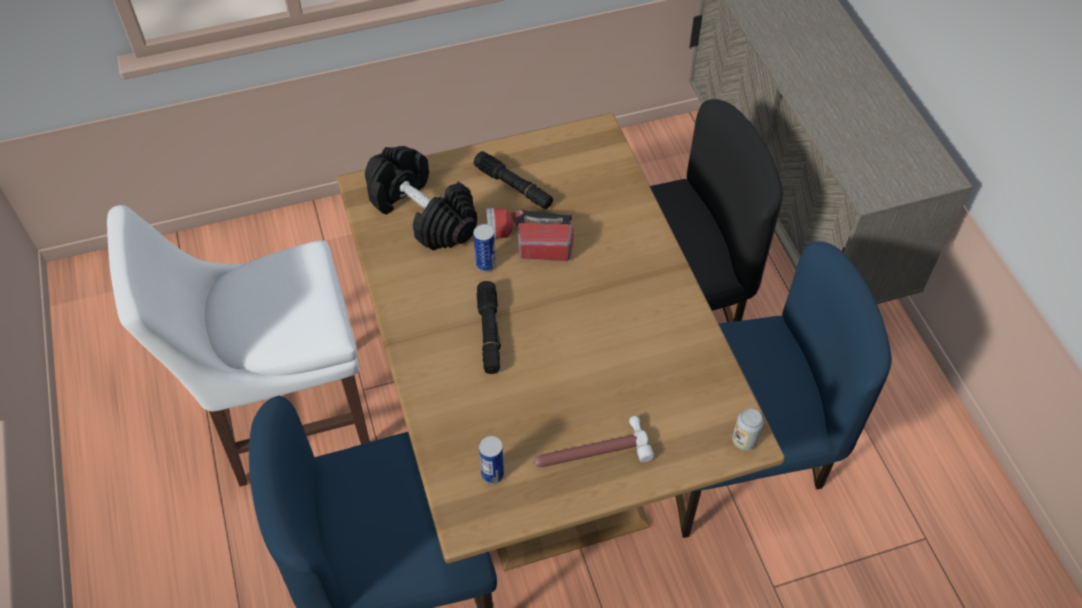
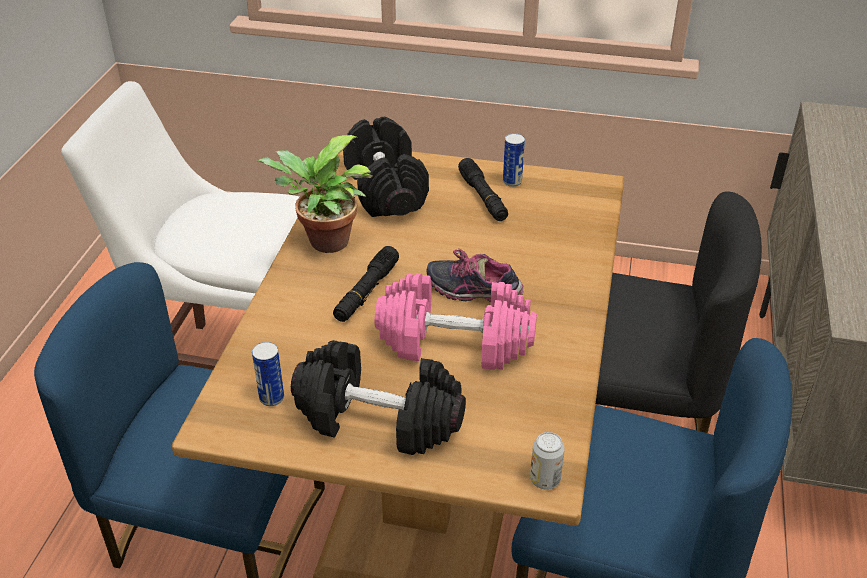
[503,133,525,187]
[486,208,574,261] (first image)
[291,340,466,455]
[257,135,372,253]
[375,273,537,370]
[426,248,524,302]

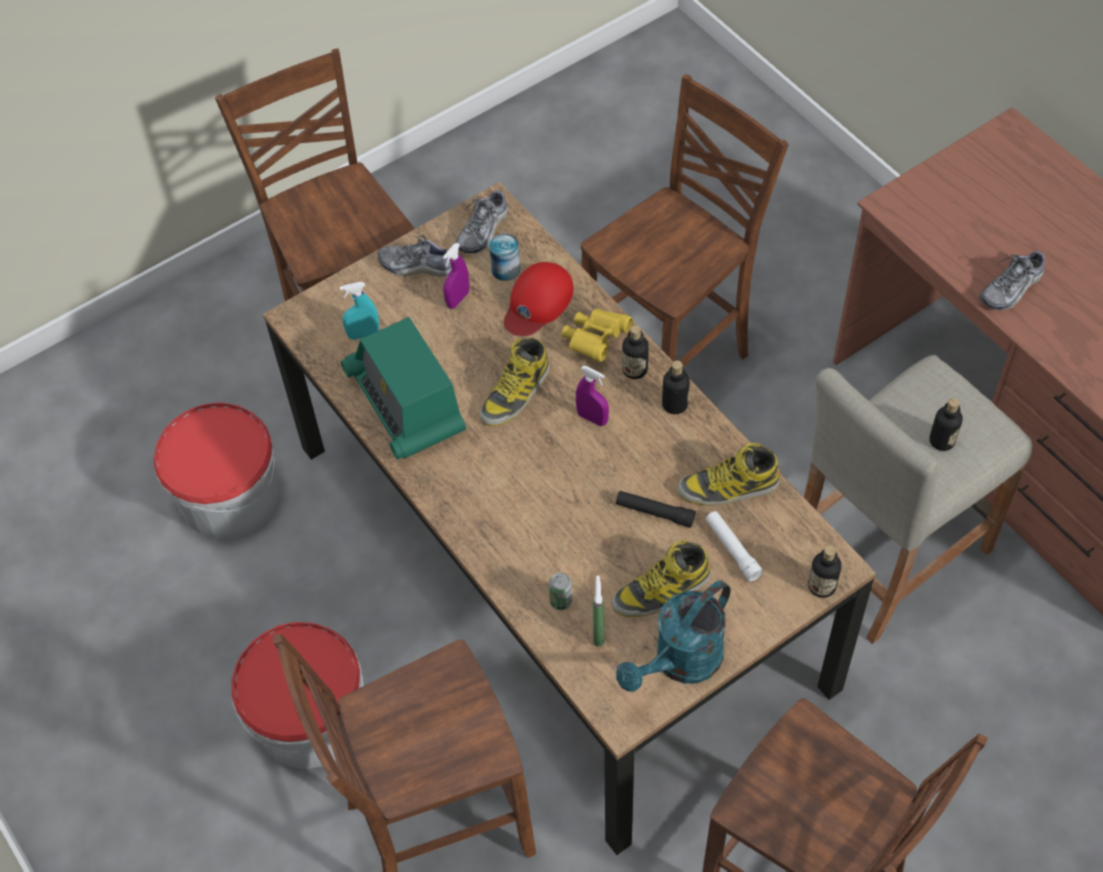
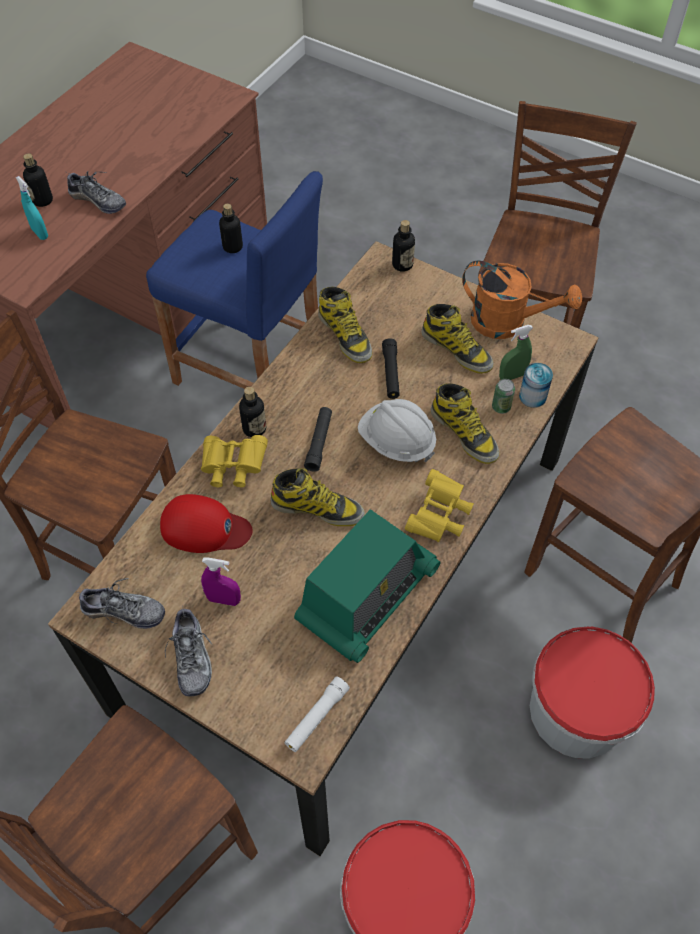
[15,176,48,240]
[519,363,553,408]
[304,407,332,472]
[462,261,582,339]
[23,153,53,207]
[284,676,350,752]
[146,171,323,389]
[358,399,436,462]
[405,469,474,542]
[431,383,499,464]

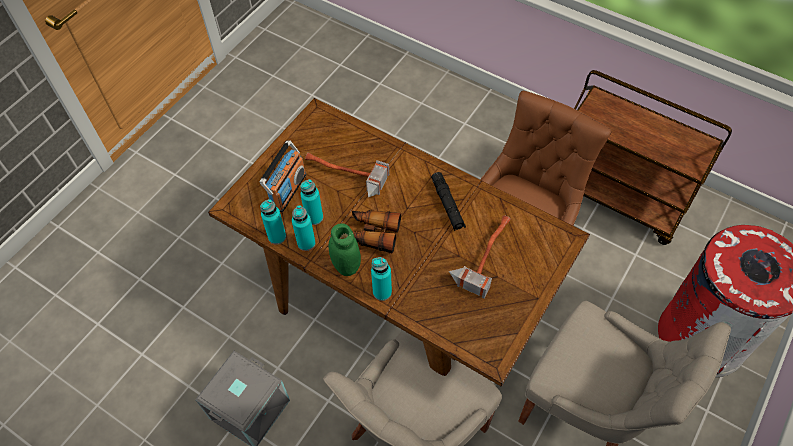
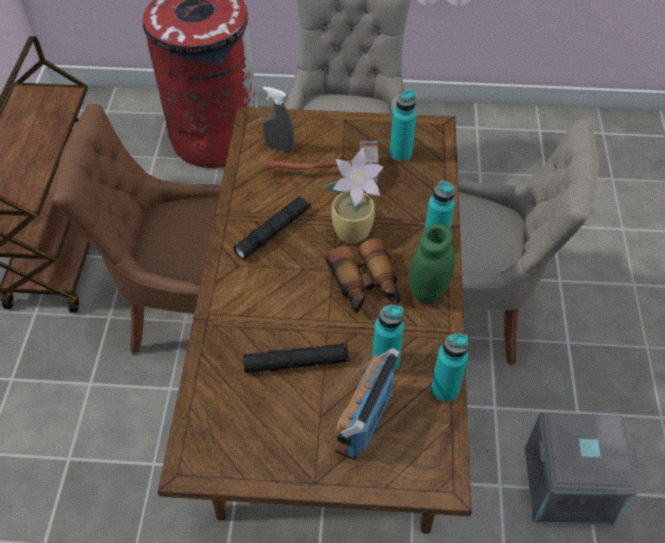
[335,348,400,460]
[390,90,417,162]
[243,343,350,373]
[263,87,294,153]
[324,148,383,244]

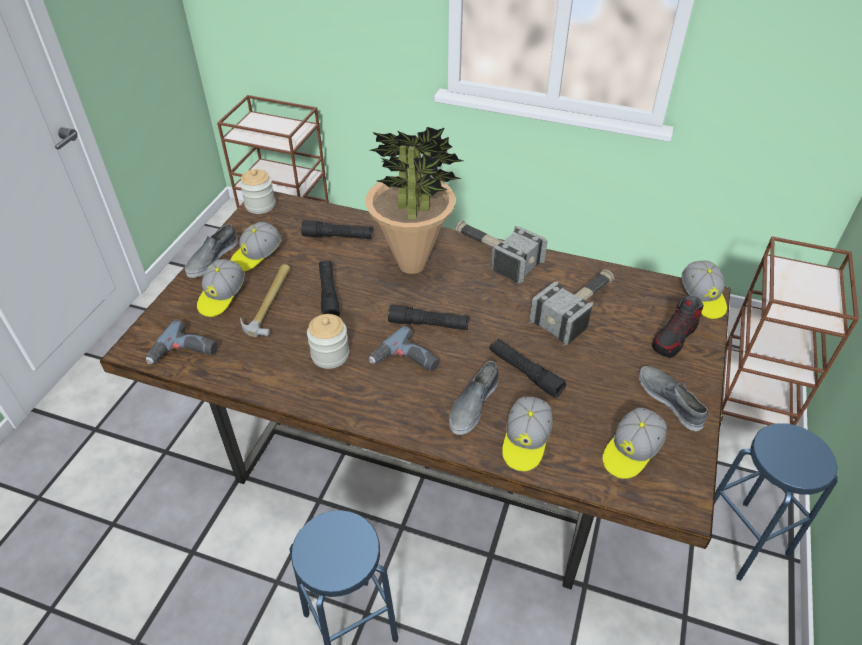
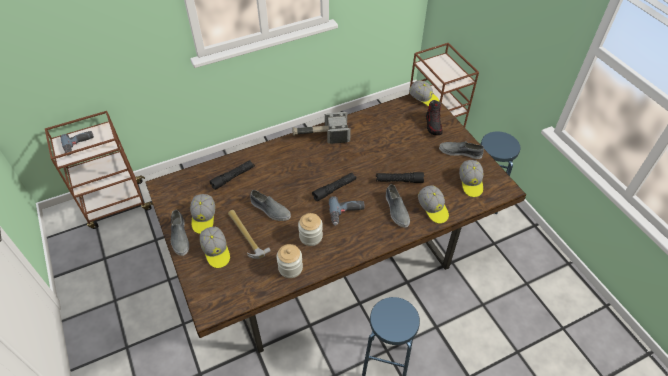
[60,131,94,156]
[276,244,303,278]
[250,190,291,221]
[365,127,463,274] (first image)
[529,269,614,346] (first image)

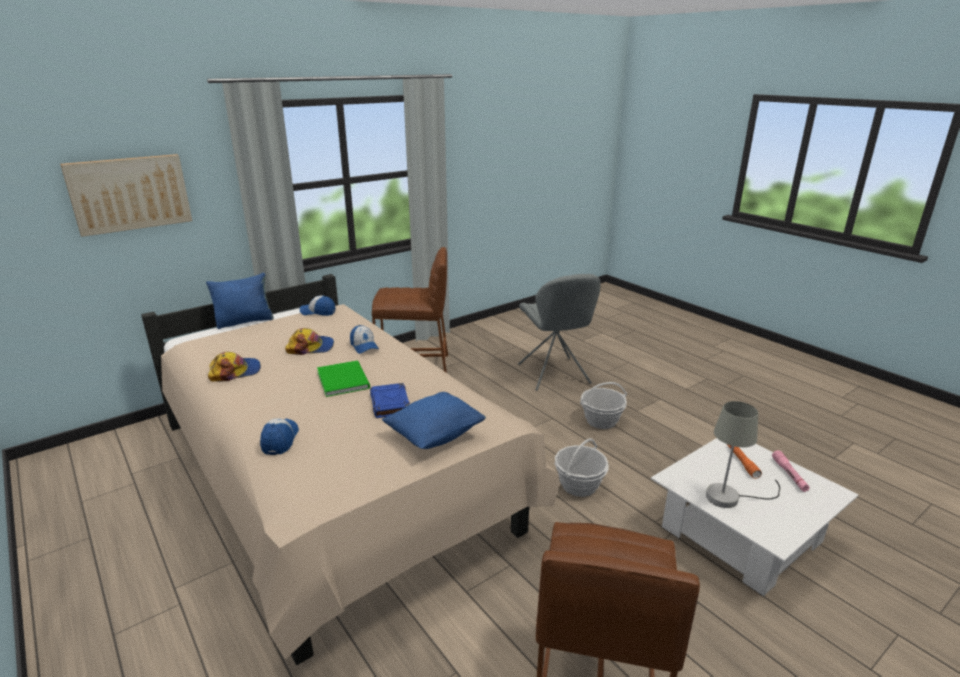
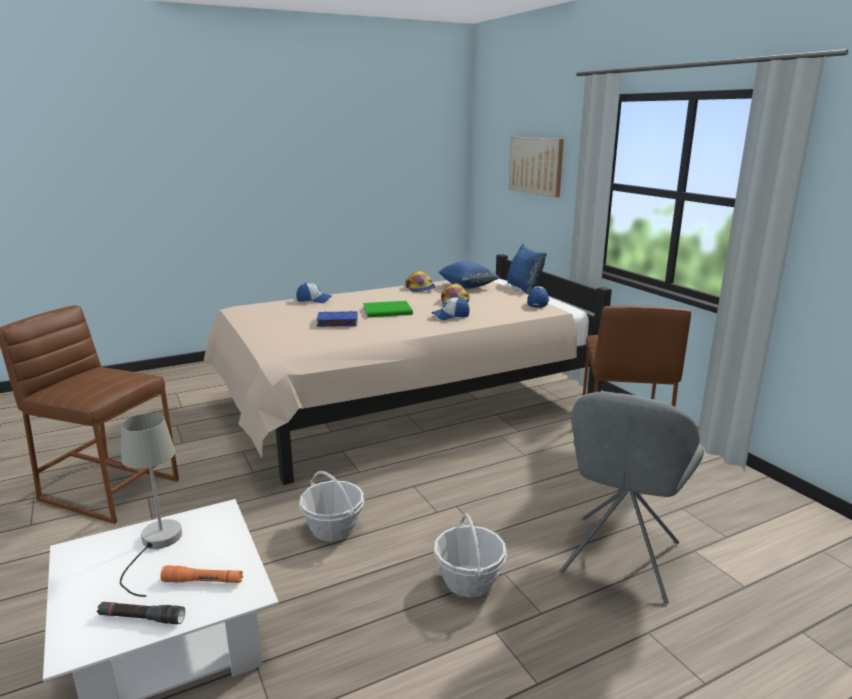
[438,261,500,289]
[560,392,704,604]
[97,602,185,624]

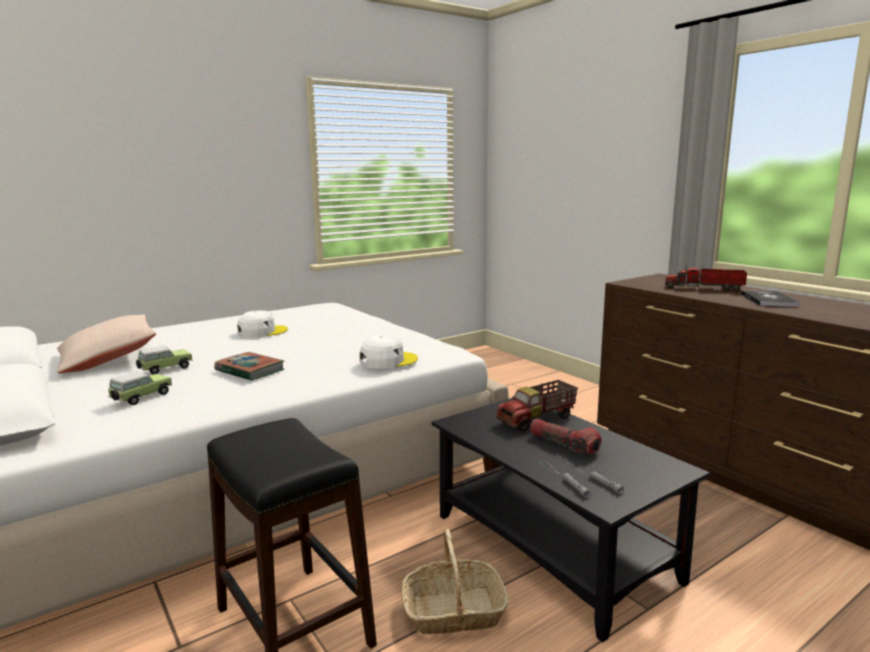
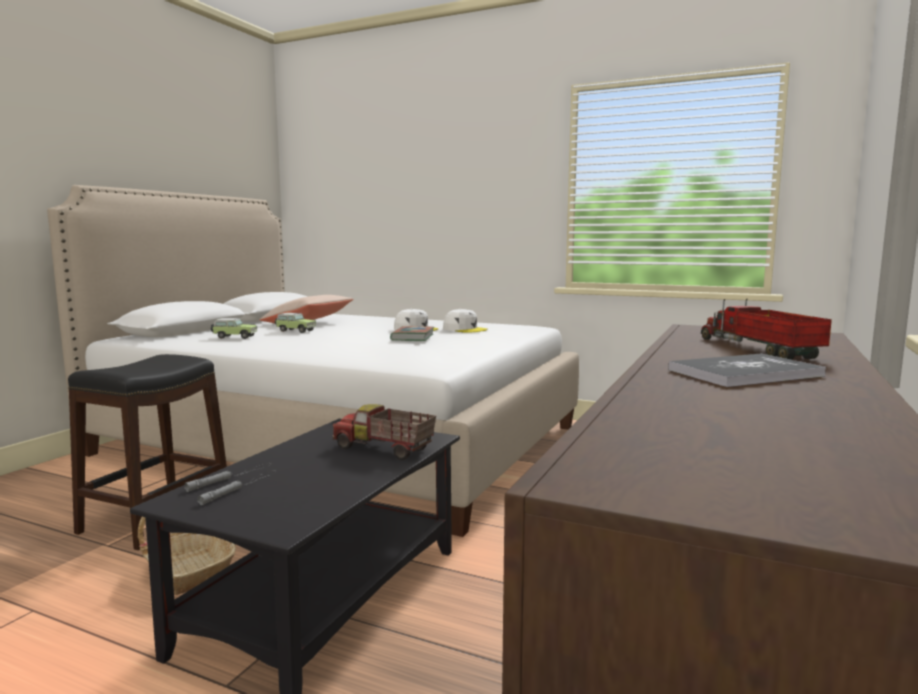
[390,326,434,341]
[443,309,488,333]
[530,419,602,457] (first image)

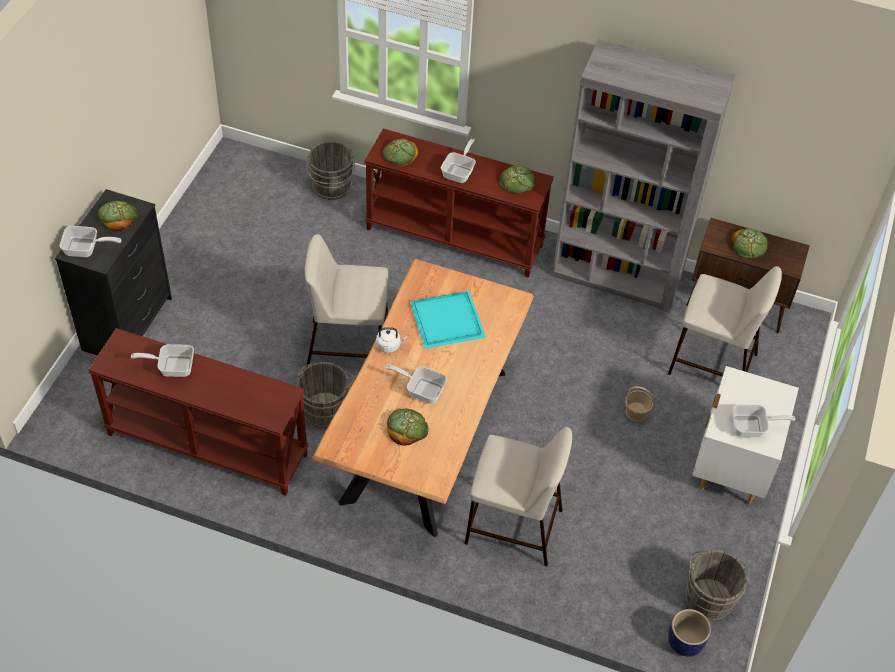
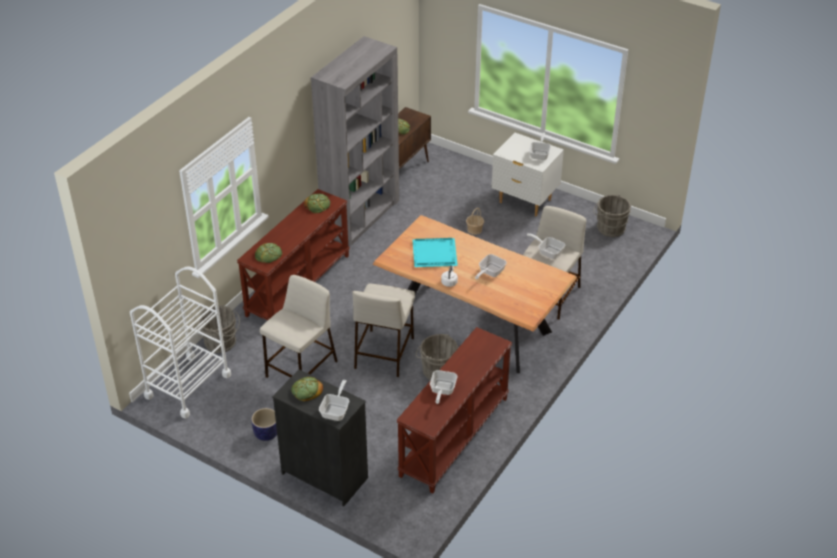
[387,409,429,446] (first image)
[527,233,565,259]
[260,275,338,378]
[251,408,277,441]
[130,267,231,419]

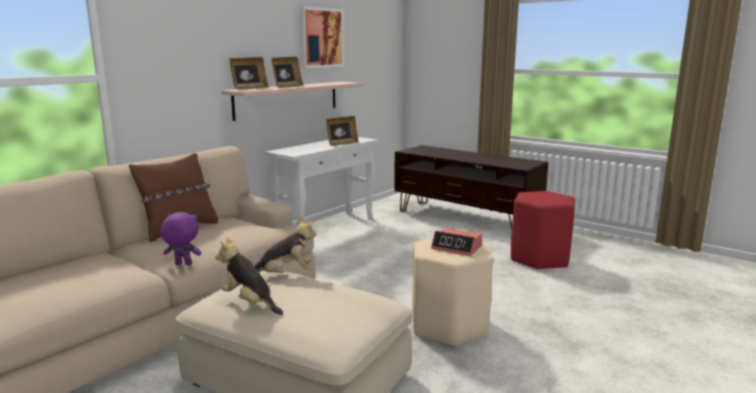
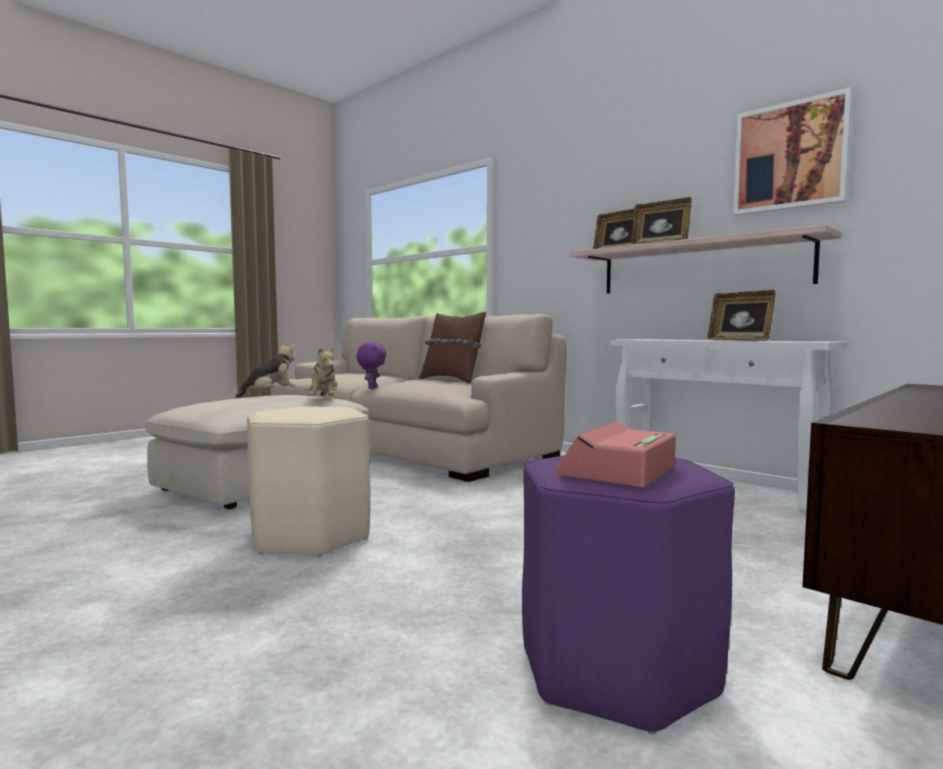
[556,421,676,488]
[522,455,735,734]

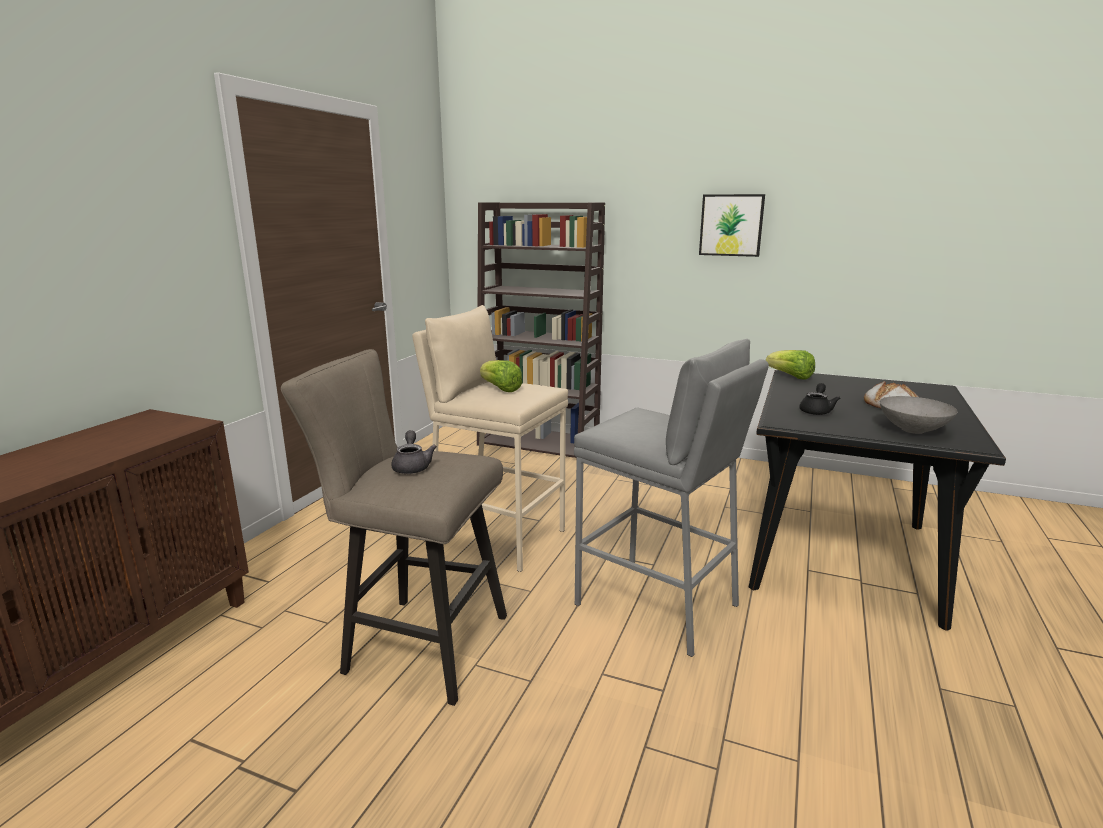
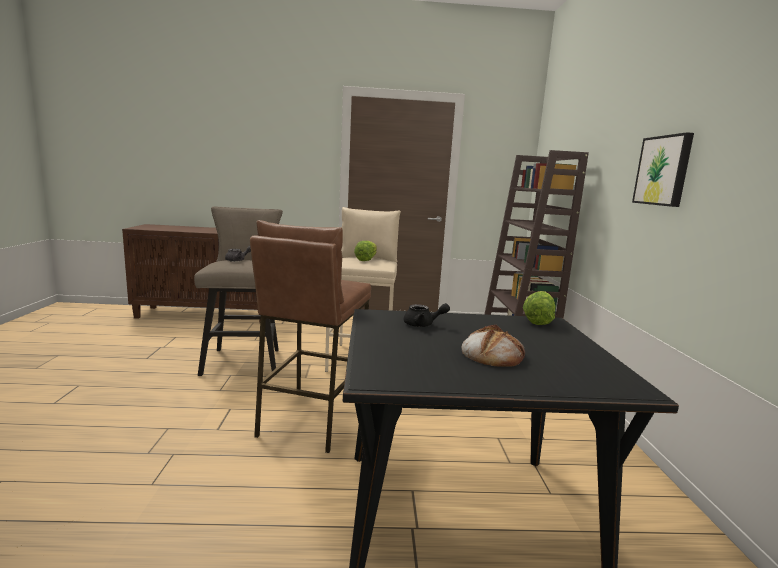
[250,220,371,453]
[880,396,958,434] (first image)

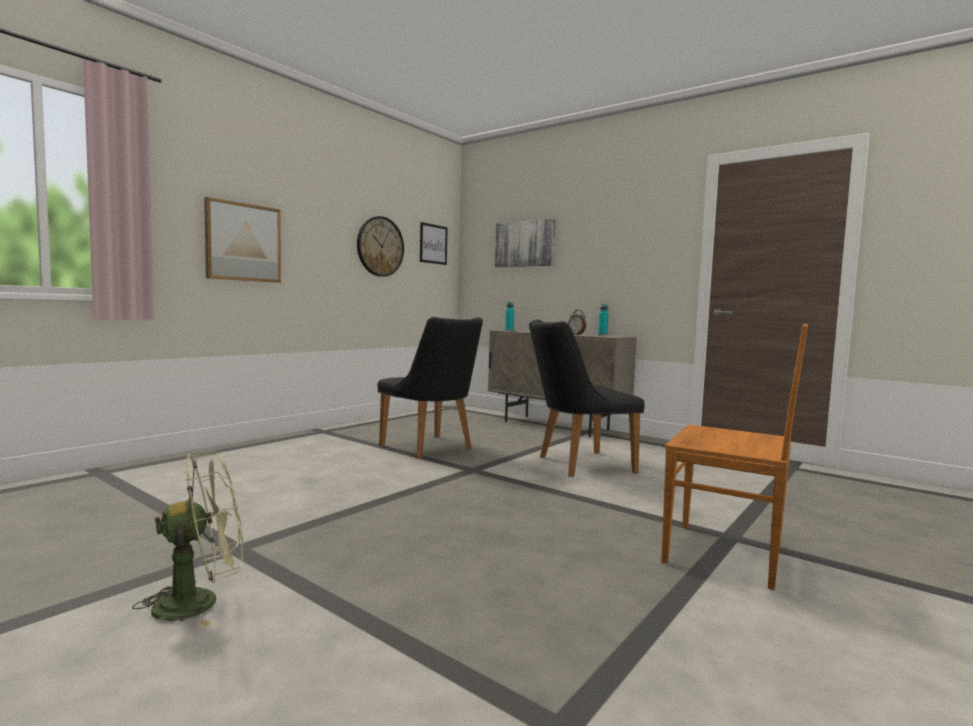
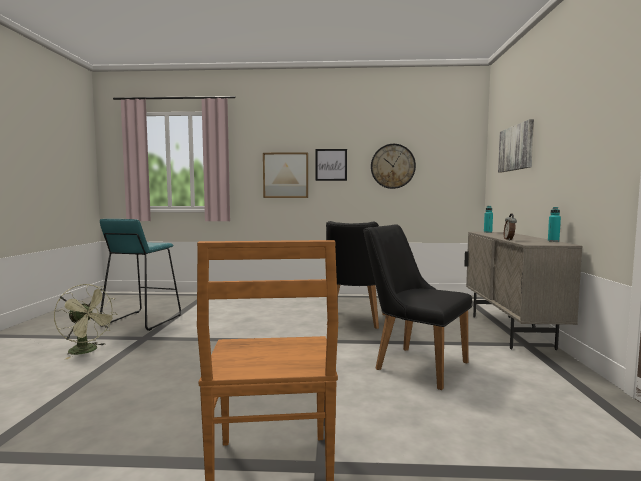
[316,149,347,181]
[100,219,181,331]

